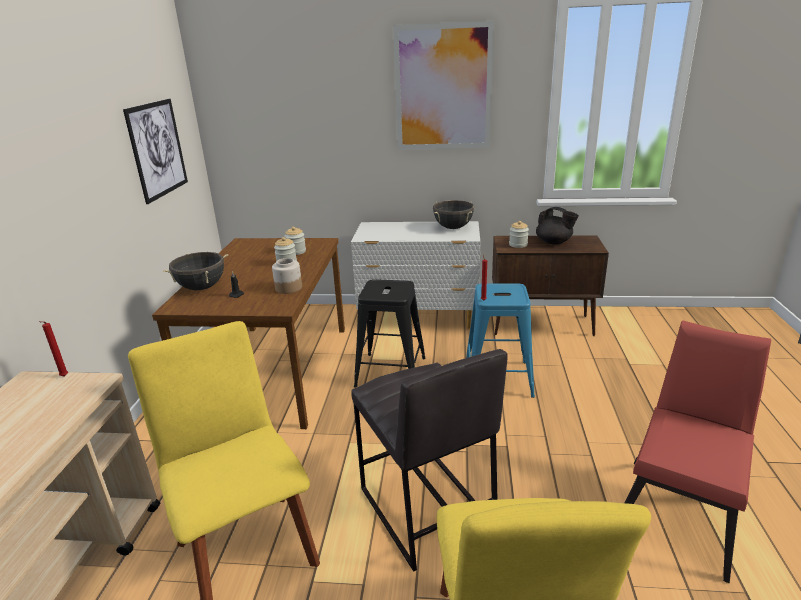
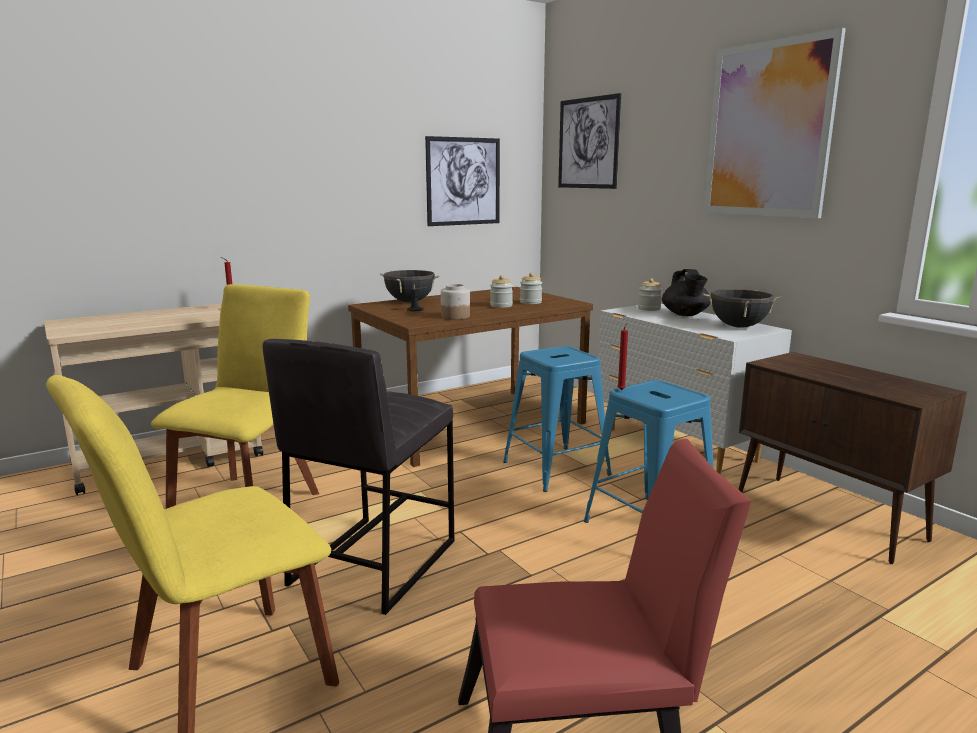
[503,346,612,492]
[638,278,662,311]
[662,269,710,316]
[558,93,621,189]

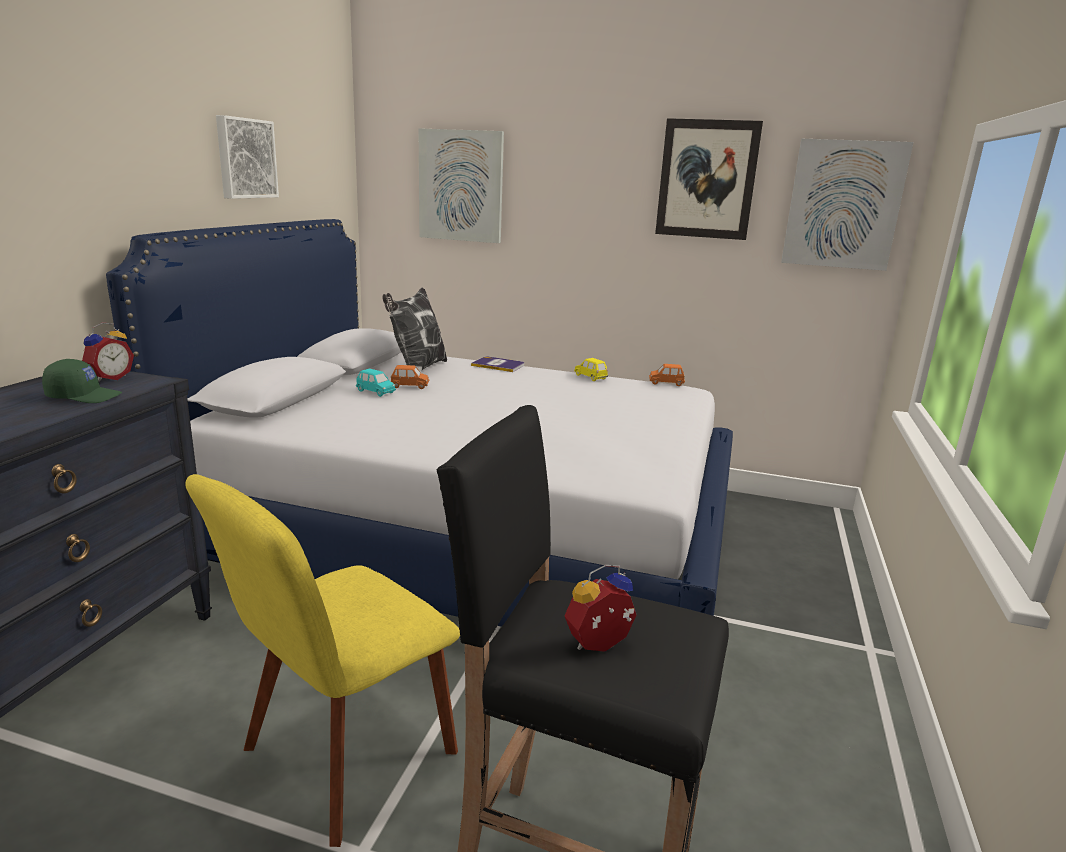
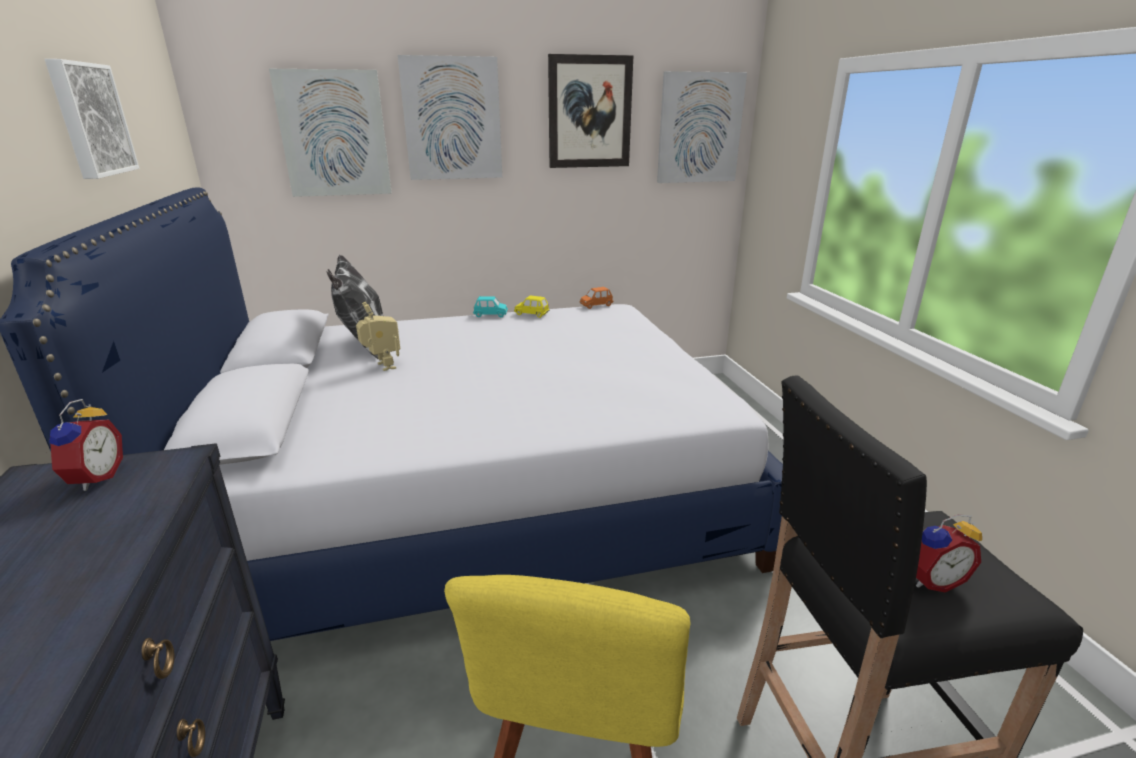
[42,359,122,403] (first image)
[473,296,508,317]
[356,302,400,371]
[471,356,524,372] (first image)
[916,514,982,593]
[398,55,502,180]

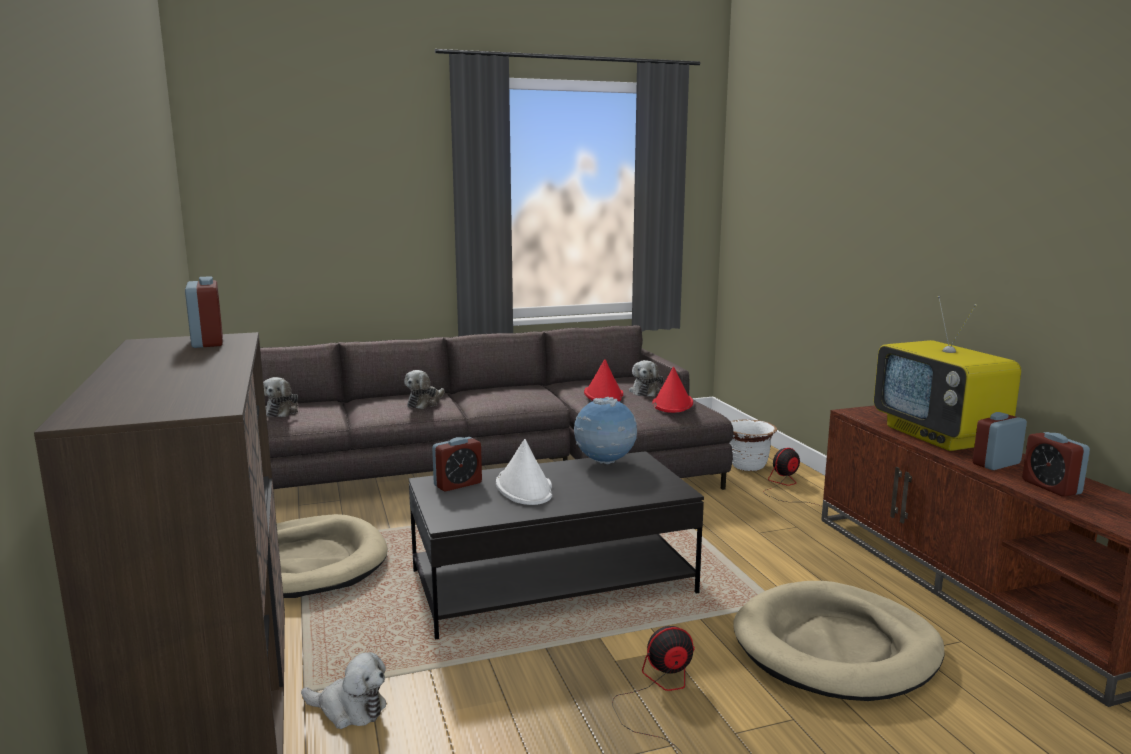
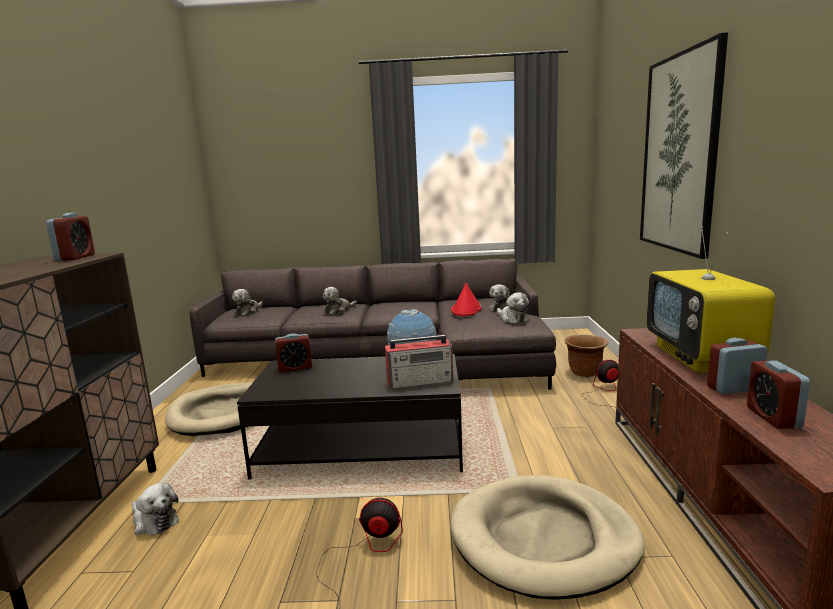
[496,439,552,505] (first image)
[497,293,529,323]
[564,335,608,377]
[385,335,454,389]
[640,32,728,259]

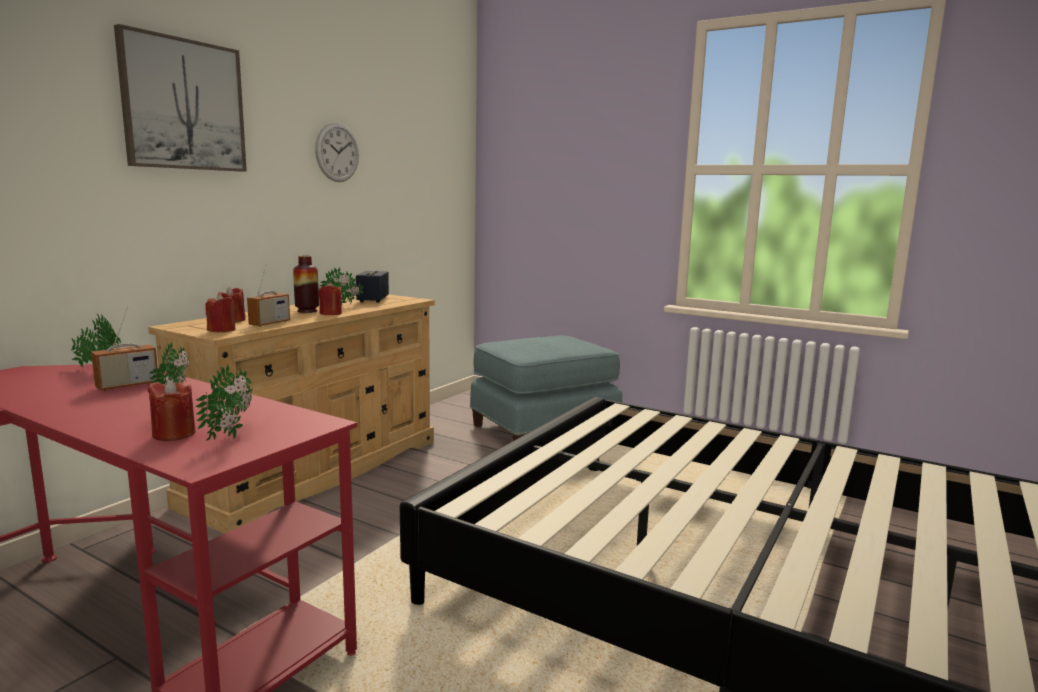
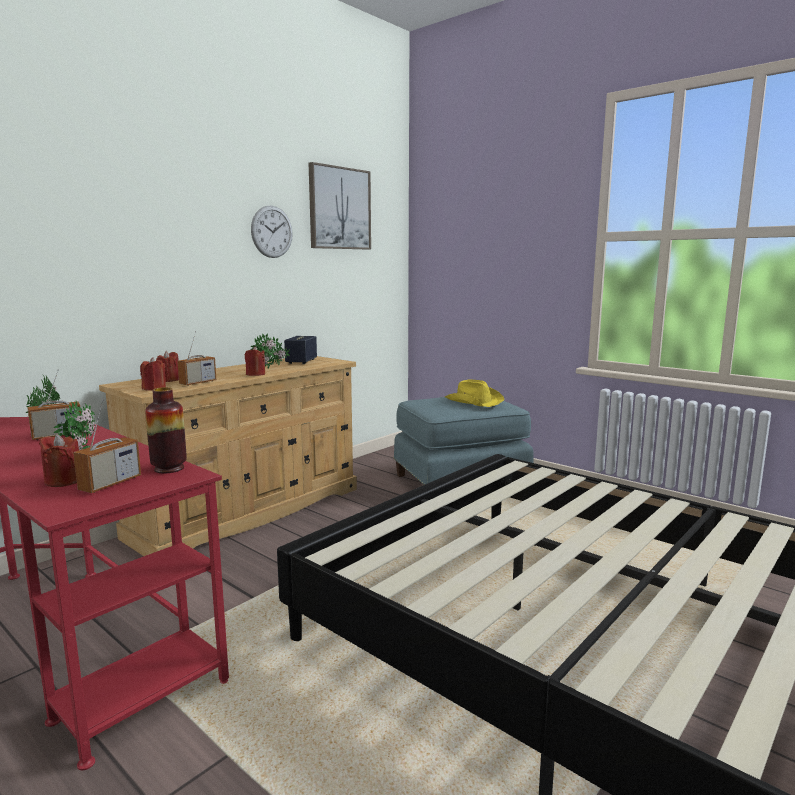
[309,162,371,249]
[73,399,141,493]
[145,387,187,473]
[445,379,504,407]

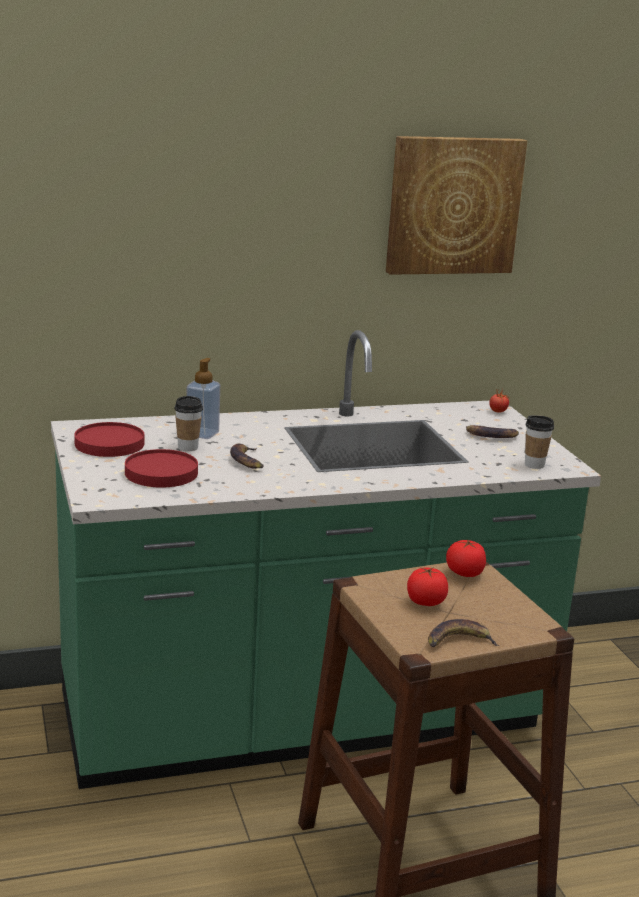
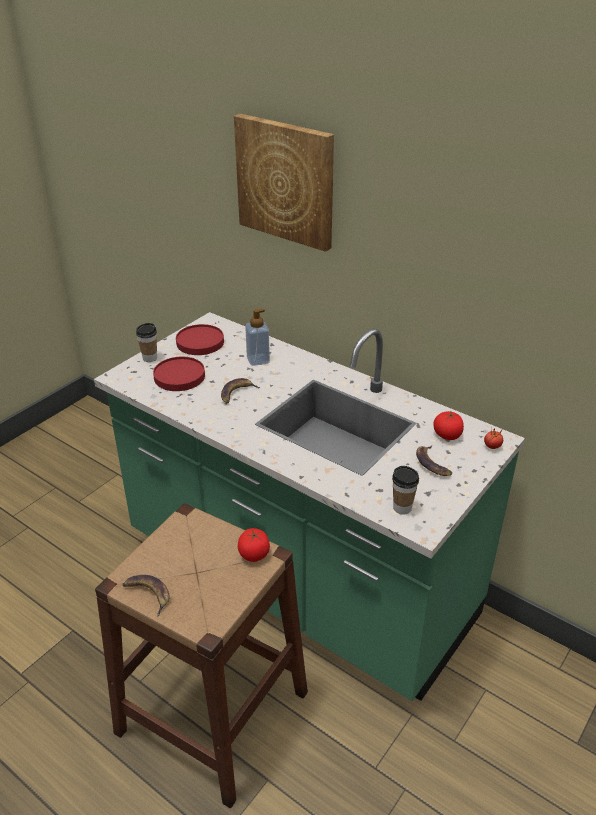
[136,323,157,362]
[234,114,334,252]
[433,411,464,440]

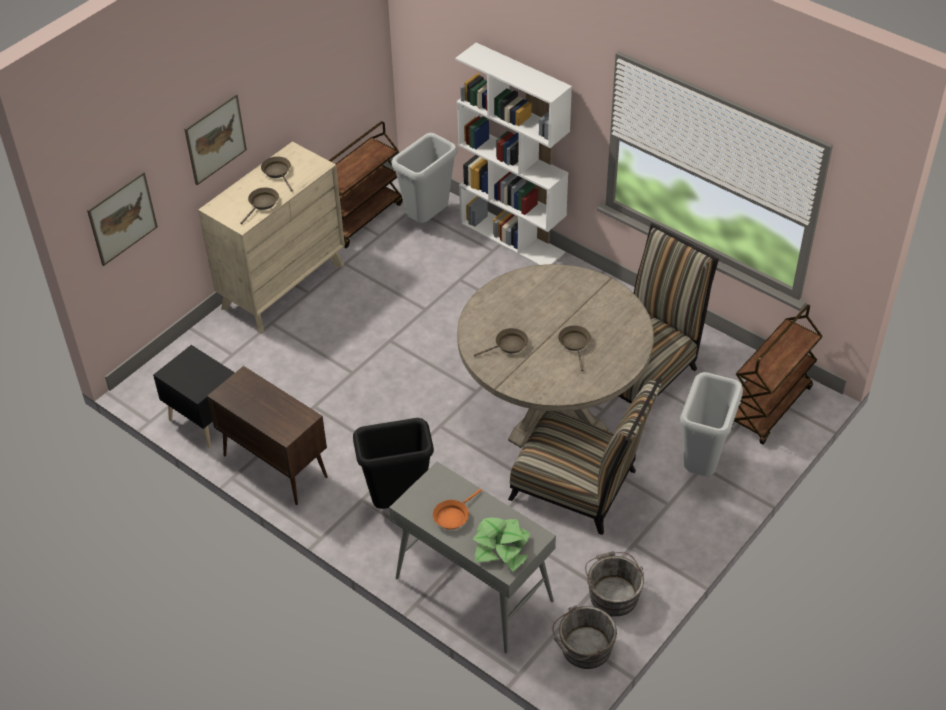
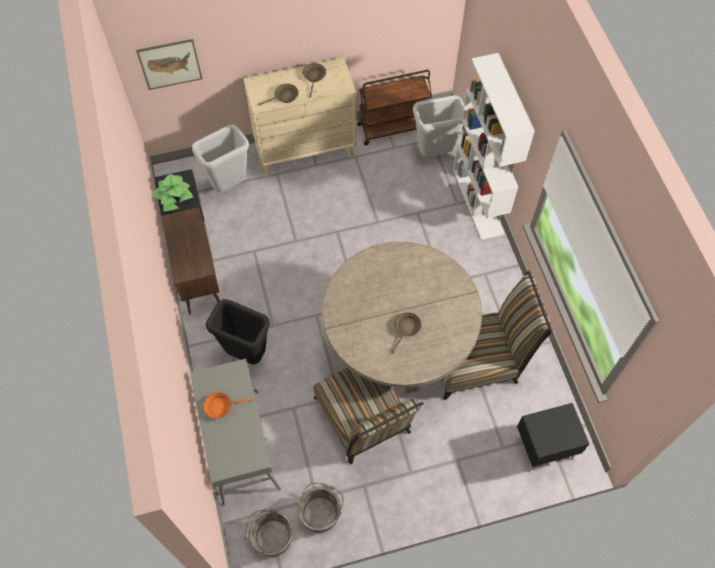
[184,94,247,185] (first image)
[152,174,193,212]
[474,328,528,357] (first image)
[192,125,249,192]
[516,403,589,472]

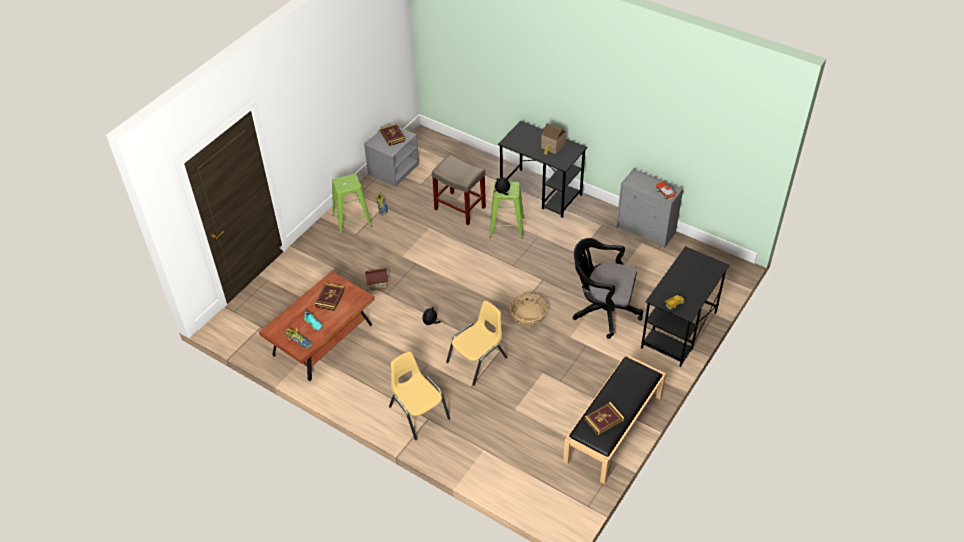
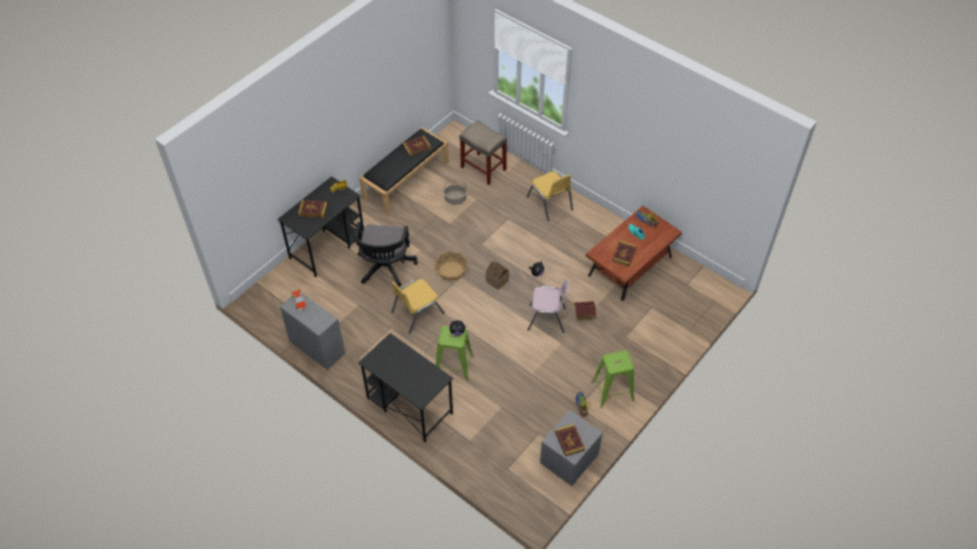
[460,120,507,185]
[391,279,445,333]
[486,261,509,290]
[354,222,418,287]
[298,200,327,218]
[443,178,467,205]
[527,279,569,333]

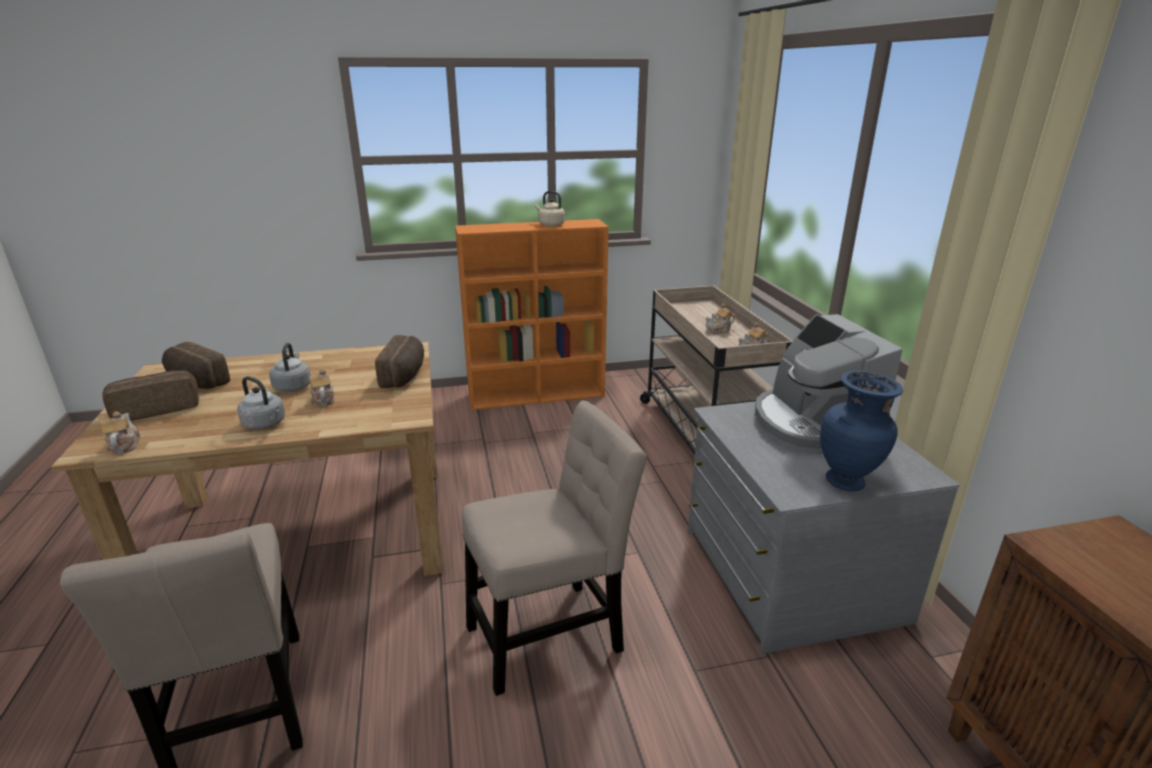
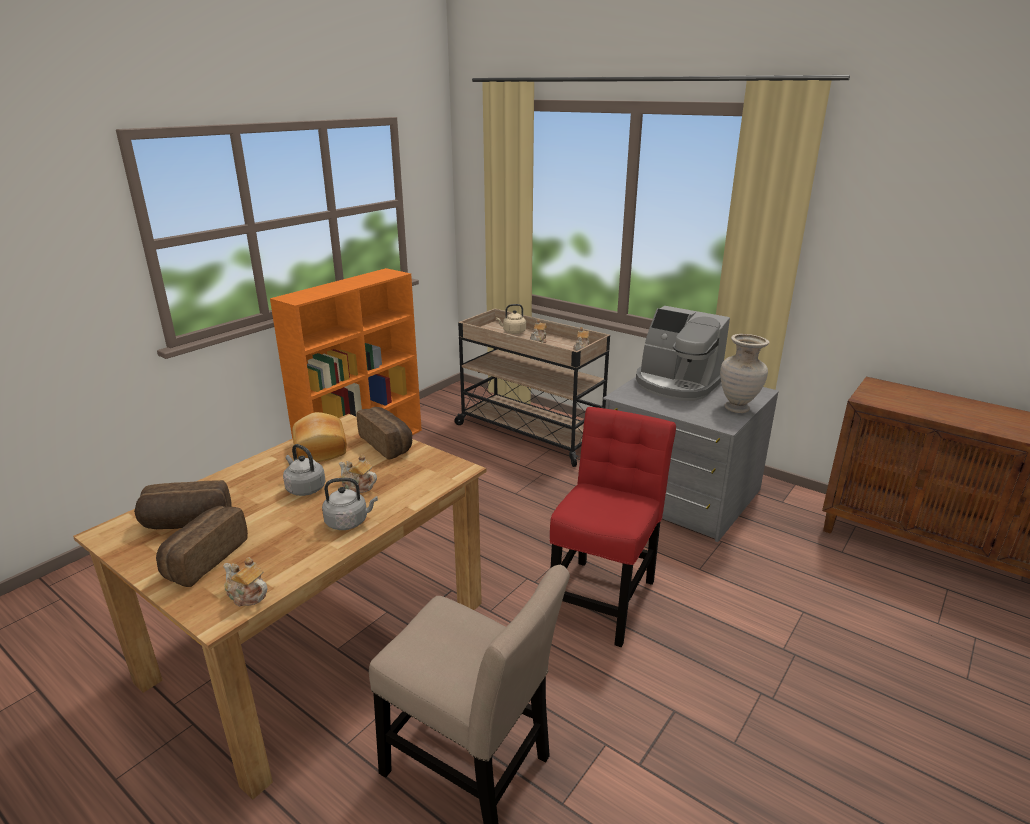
[550,407,676,647]
[496,304,526,334]
[720,334,769,413]
[292,412,347,462]

